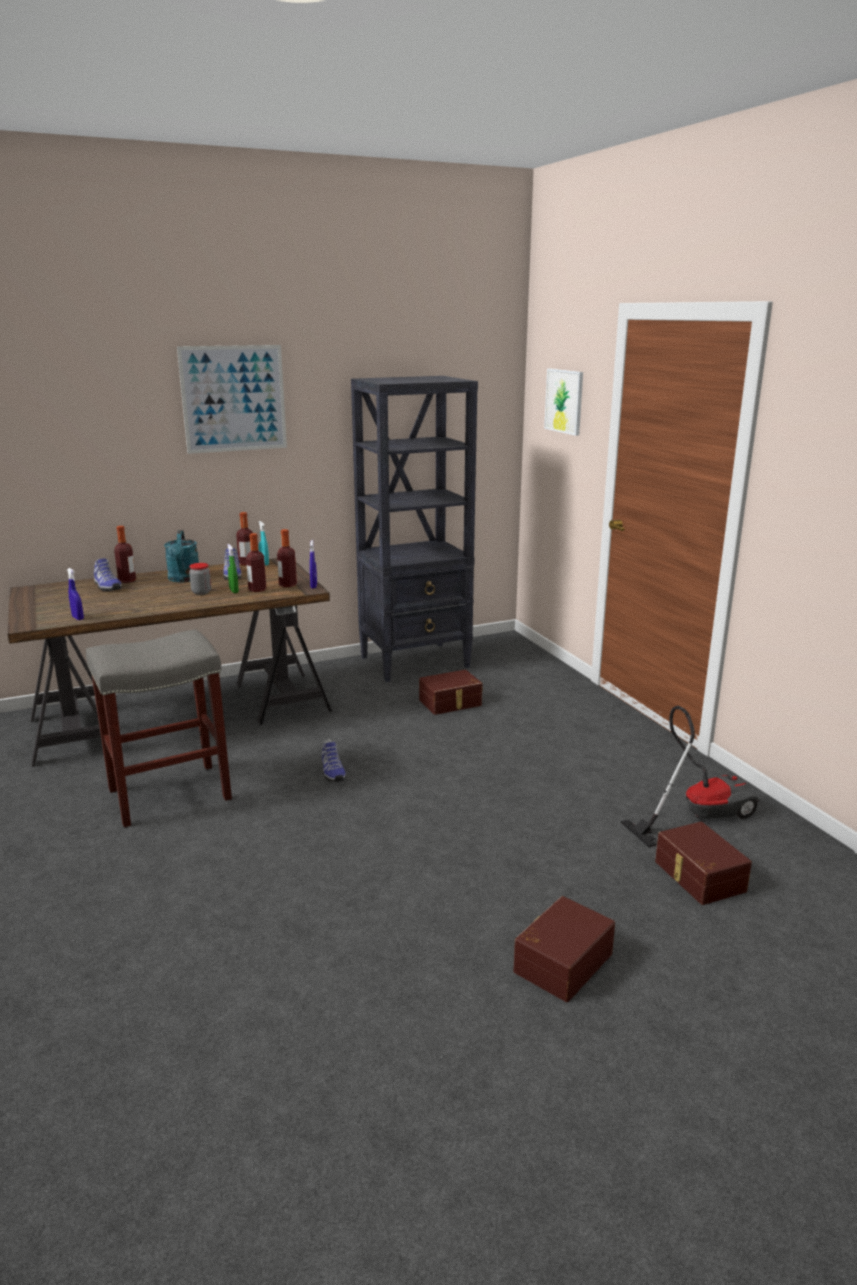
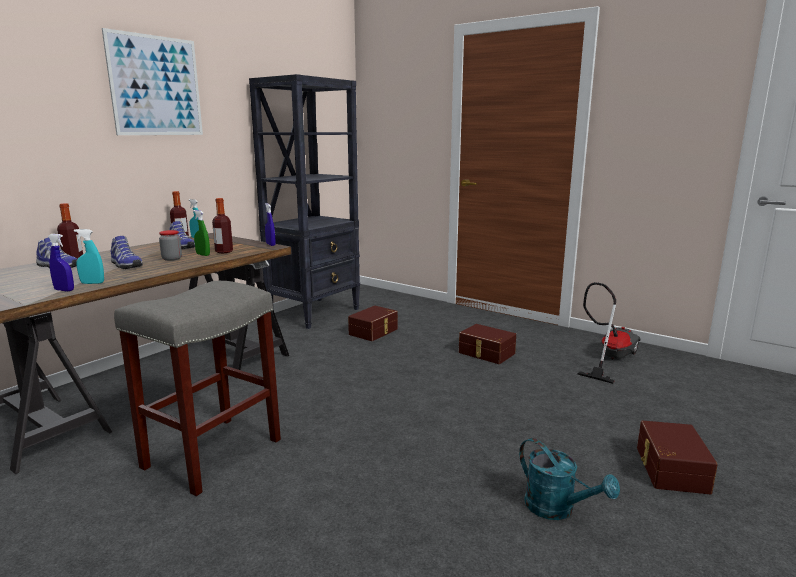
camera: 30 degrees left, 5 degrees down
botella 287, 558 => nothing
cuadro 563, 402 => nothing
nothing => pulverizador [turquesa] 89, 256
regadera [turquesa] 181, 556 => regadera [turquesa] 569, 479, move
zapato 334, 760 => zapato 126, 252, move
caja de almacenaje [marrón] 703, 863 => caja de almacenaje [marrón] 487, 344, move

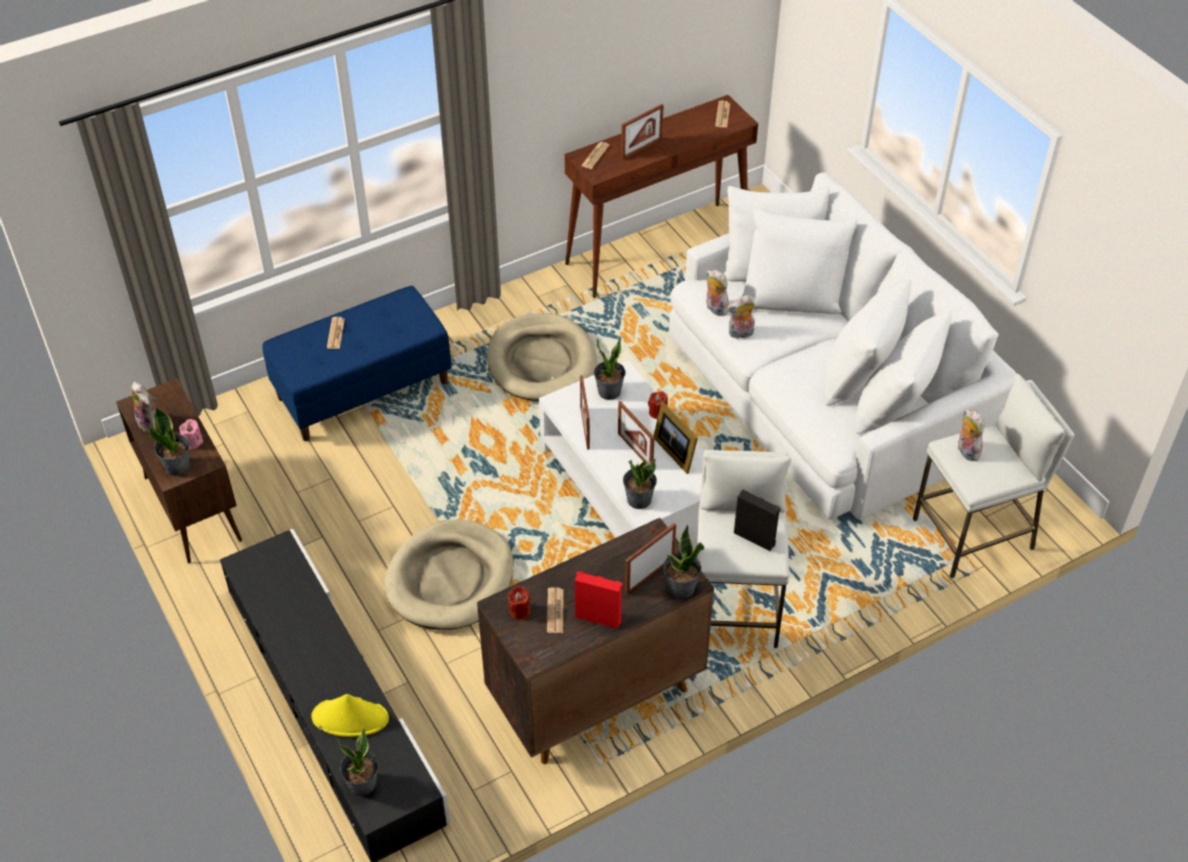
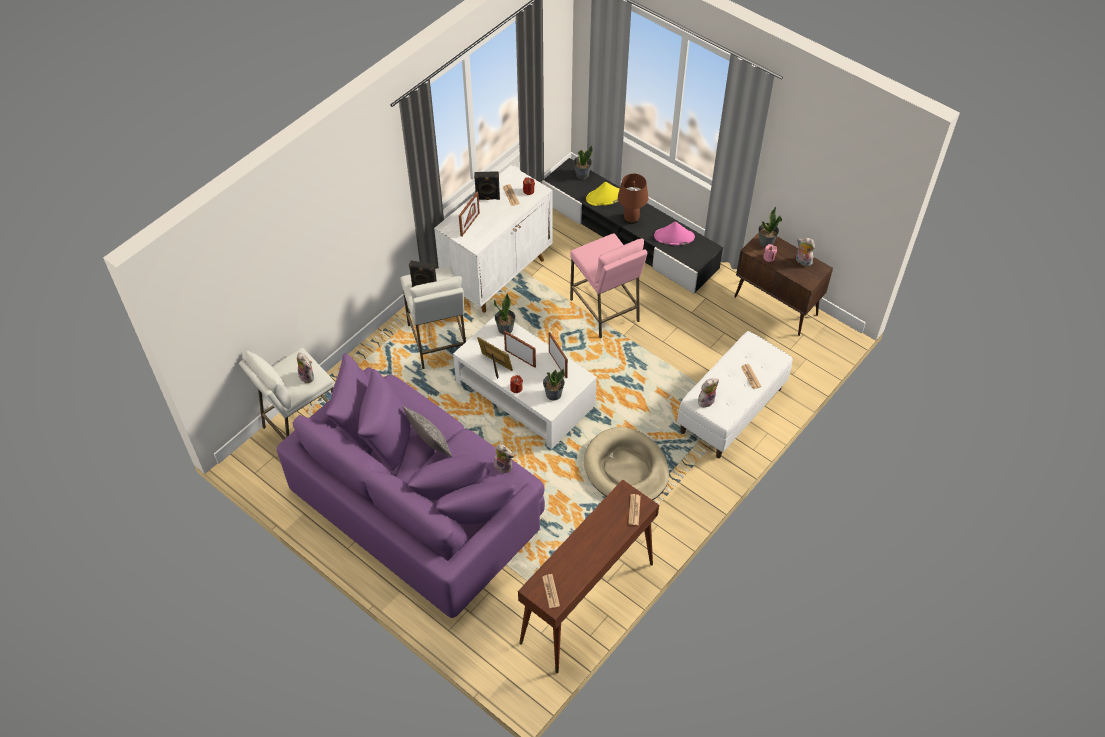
camera: 160 degrees right, 5 degrees up
portarretratos 642, 132 => nothing
planta en maceta 683, 561 => nothing
nothing => cojín 427, 431
nothing => lámpara de mesa [marrón] 633, 199
nothing => sombrero [rosa] 674, 233
peluche 741, 317 => peluche 708, 392, move
cama para perro [beis] 449, 574 => taburete [rosa] 608, 285
banco [azul] 357, 363 => banco [blanco] 735, 394
armario [marrón] 595, 641 => armario [blanco] 493, 239
altavoz [rojo] 599, 600 => altavoz [negro] 487, 185
sofá [blanco] 843, 346 => sofá [morado] 411, 485

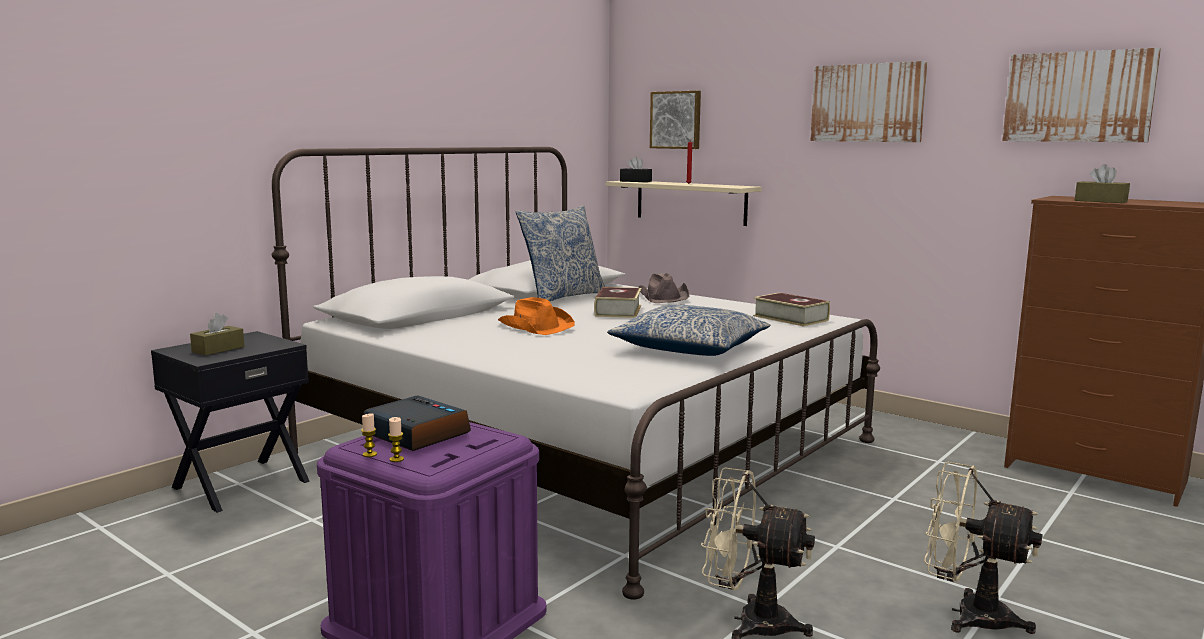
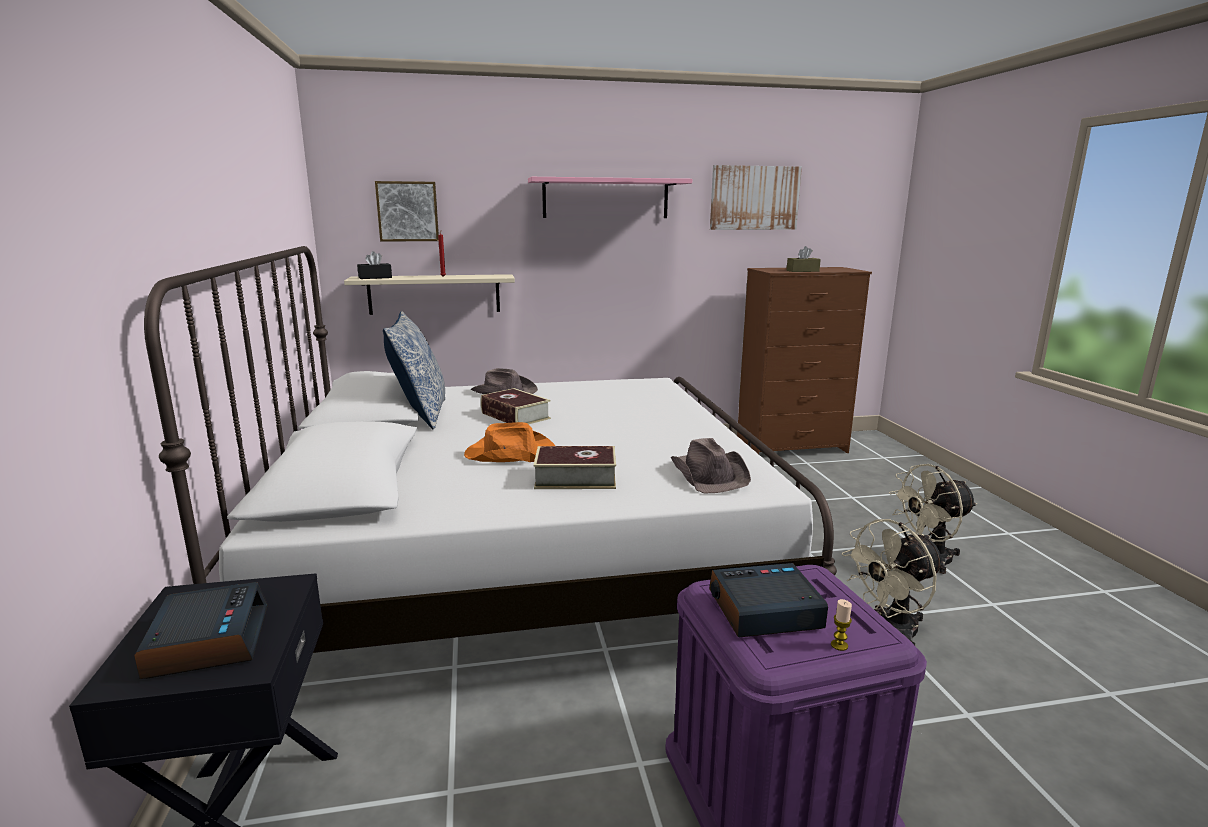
camera: 50 degrees left, 5 degrees up
vela 369, 435 => nothing
cojín 688, 330 => nothing
nothing => sombrero [marrón] 711, 465
libro 791, 309 => libro 574, 467, move
caja de pañuelos [marrón] 217, 334 => despertador 201, 630
cuadro 869, 101 => estante [rosa] 610, 197

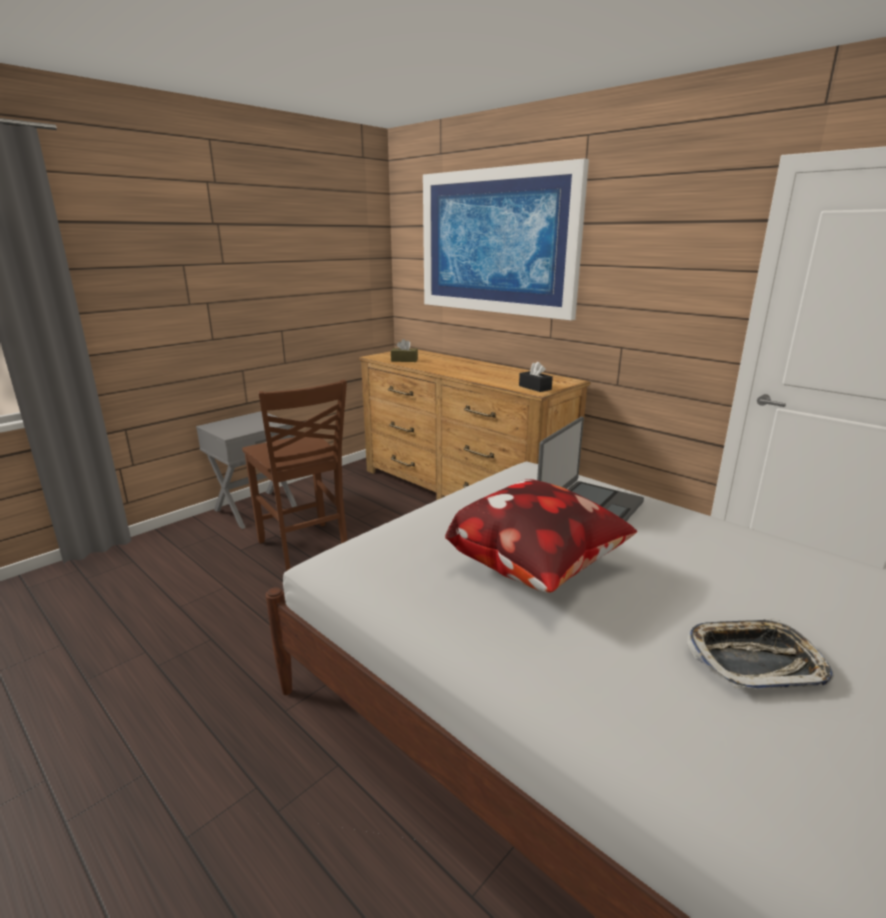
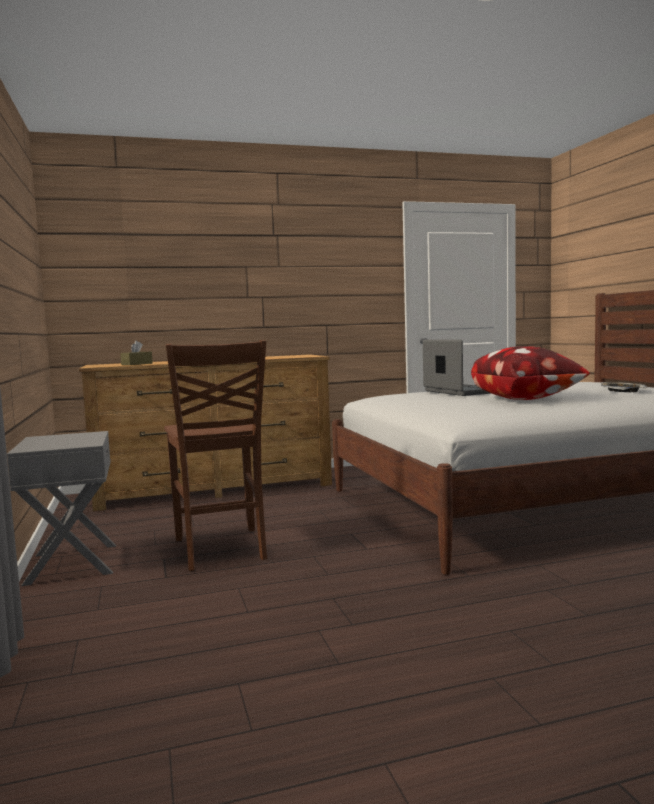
camera: 60 degrees left, 15 degrees down
cuadro 506, 239 => nothing
caja de pañuelos [negro] 536, 377 => nothing
silla [marrón] 295, 475 => silla [marrón] 215, 455, 75 degrees clockwise

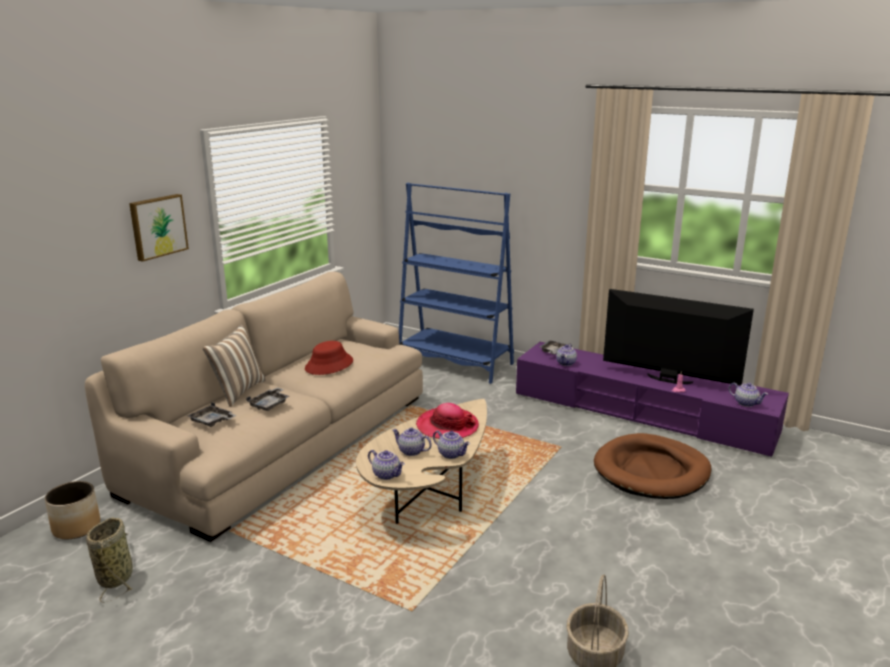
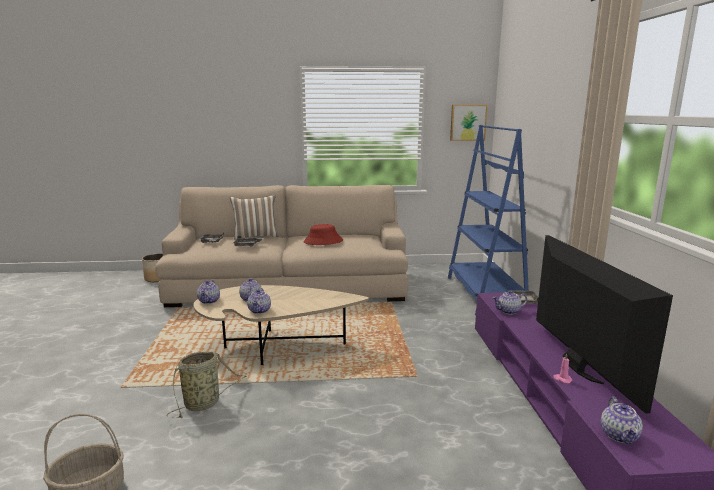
camera: 55 degrees right, 5 degrees down
sombrero 447, 421 => nothing
cama para perro [marrón] 653, 466 => nothing
cesta 109, 560 => cesta 206, 385, move
cuadro 159, 228 => cuadro 469, 123, move

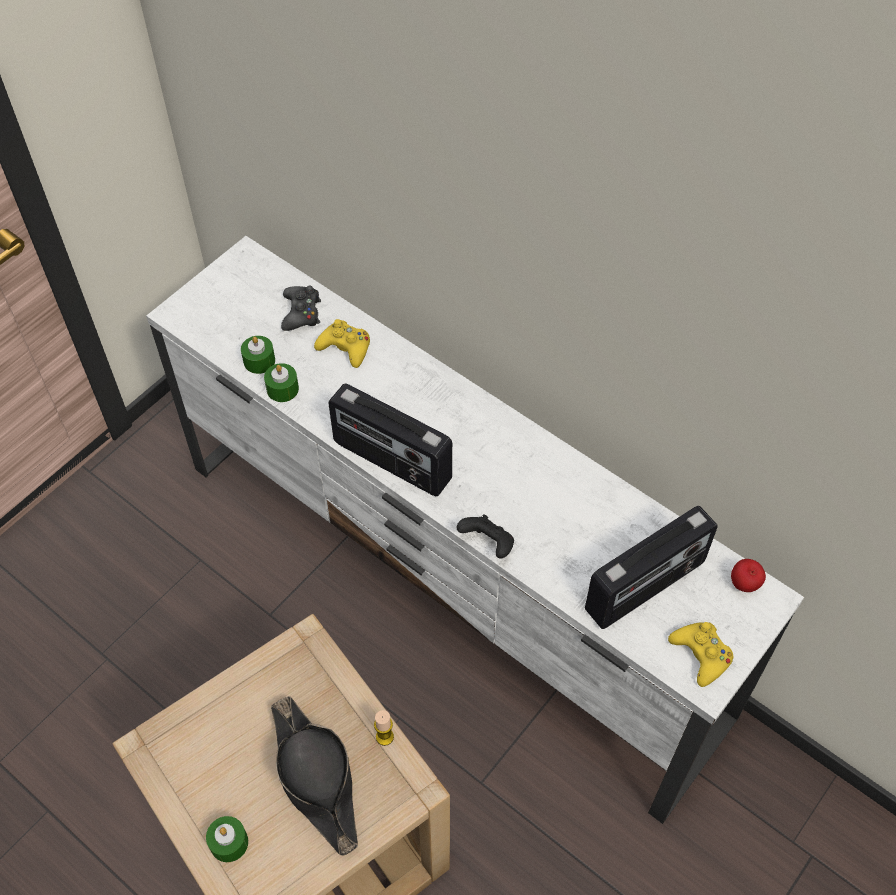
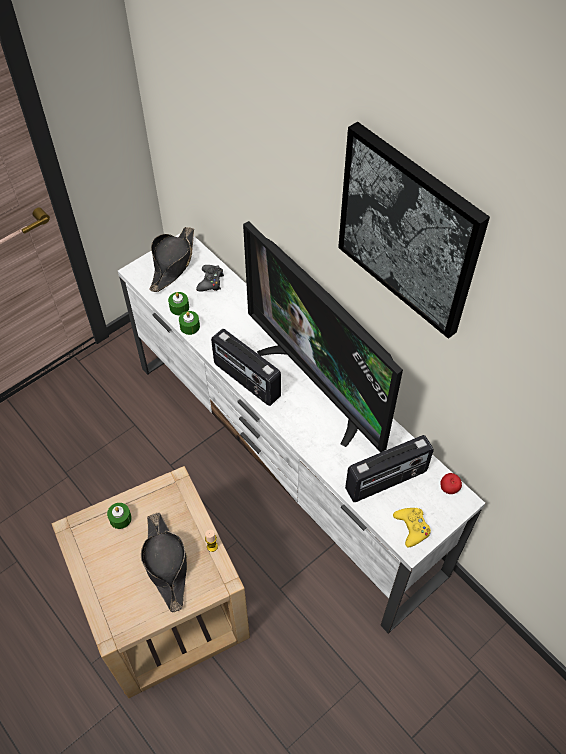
camera: 10 degrees right, 0 degrees up
mando de consola [amarillo] 342, 343 => nothing
mando de consola [negro] 485, 536 => nothing
nothing => sombrero [negro] 172, 259
nothing => televisor 323, 336
nothing => cuadro 414, 230
vela [verde] 227, 839 => vela [verde] 119, 516, move

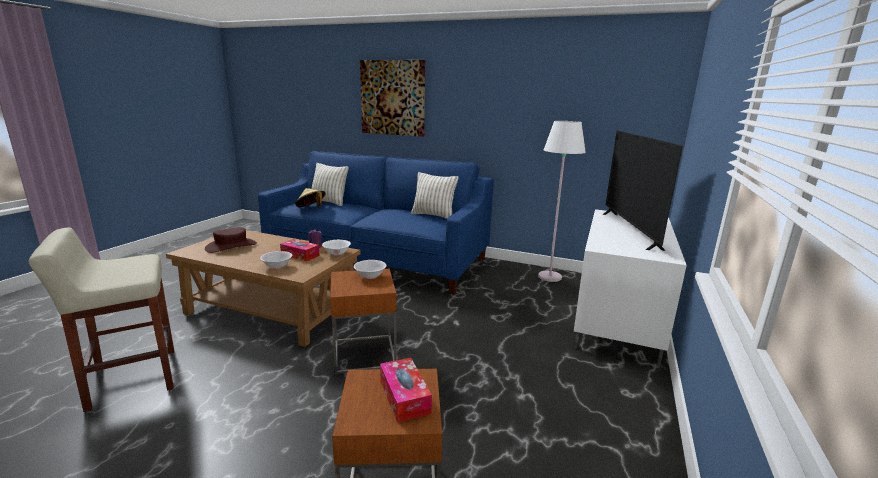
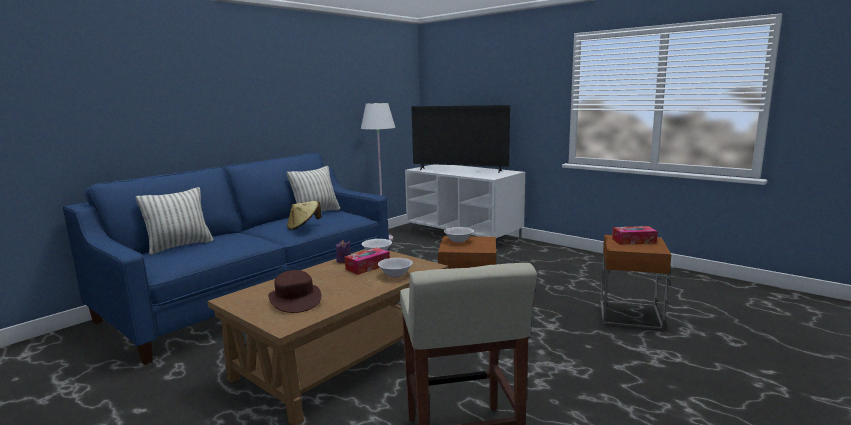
camera: 70 degrees left, 5 degrees down
cuadro 392, 98 => nothing
sombrero [beis] 310, 197 => sombrero [beis] 304, 215, move

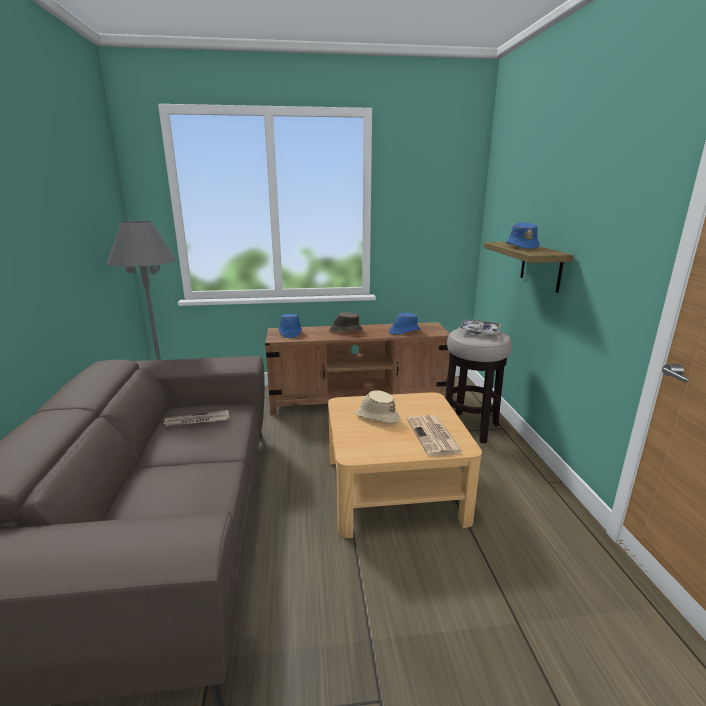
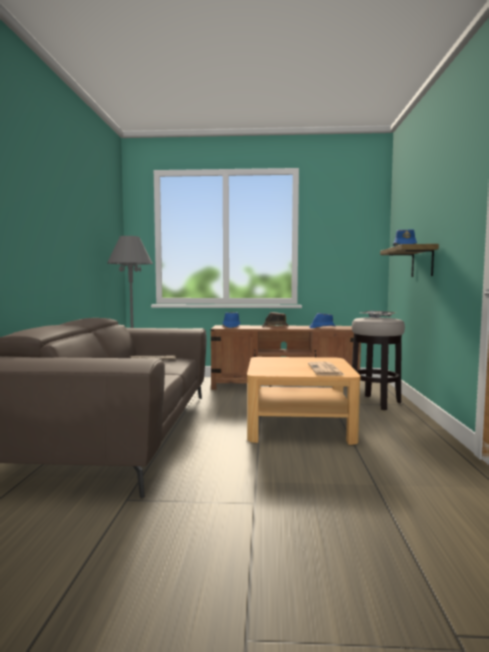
camera: 10 degrees right, 15 degrees down
sombrero [beis] 377, 406 => nothing

